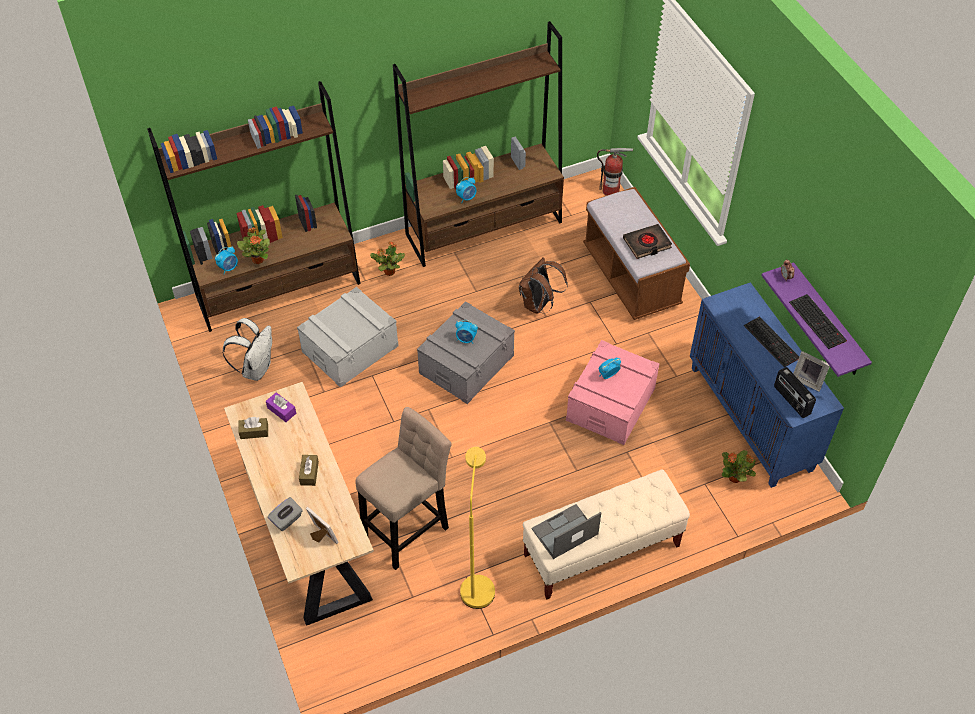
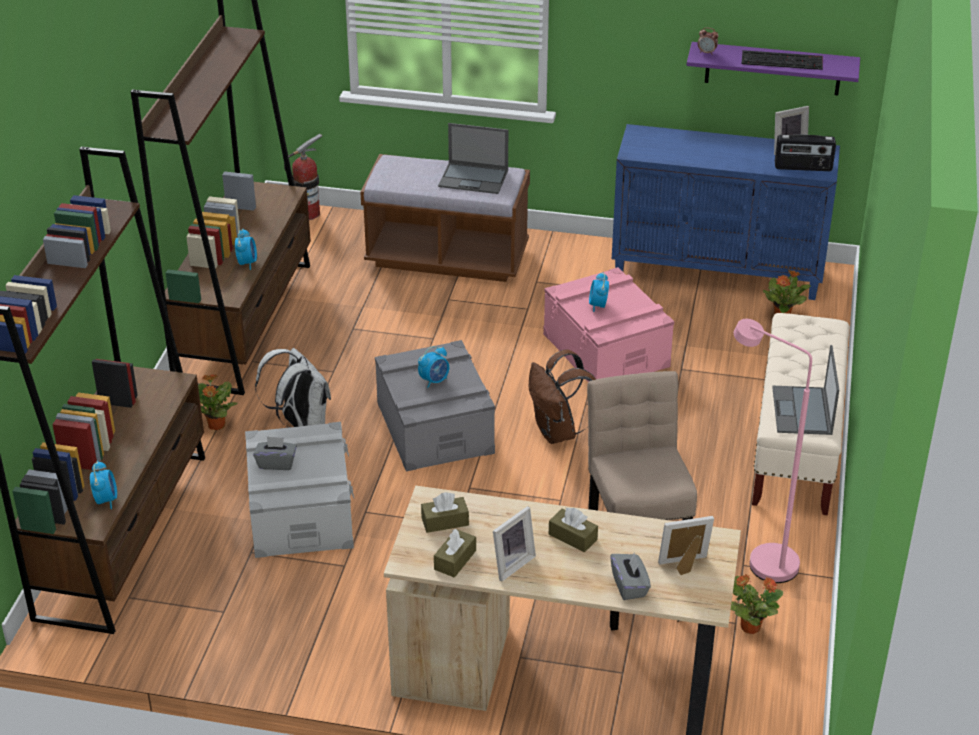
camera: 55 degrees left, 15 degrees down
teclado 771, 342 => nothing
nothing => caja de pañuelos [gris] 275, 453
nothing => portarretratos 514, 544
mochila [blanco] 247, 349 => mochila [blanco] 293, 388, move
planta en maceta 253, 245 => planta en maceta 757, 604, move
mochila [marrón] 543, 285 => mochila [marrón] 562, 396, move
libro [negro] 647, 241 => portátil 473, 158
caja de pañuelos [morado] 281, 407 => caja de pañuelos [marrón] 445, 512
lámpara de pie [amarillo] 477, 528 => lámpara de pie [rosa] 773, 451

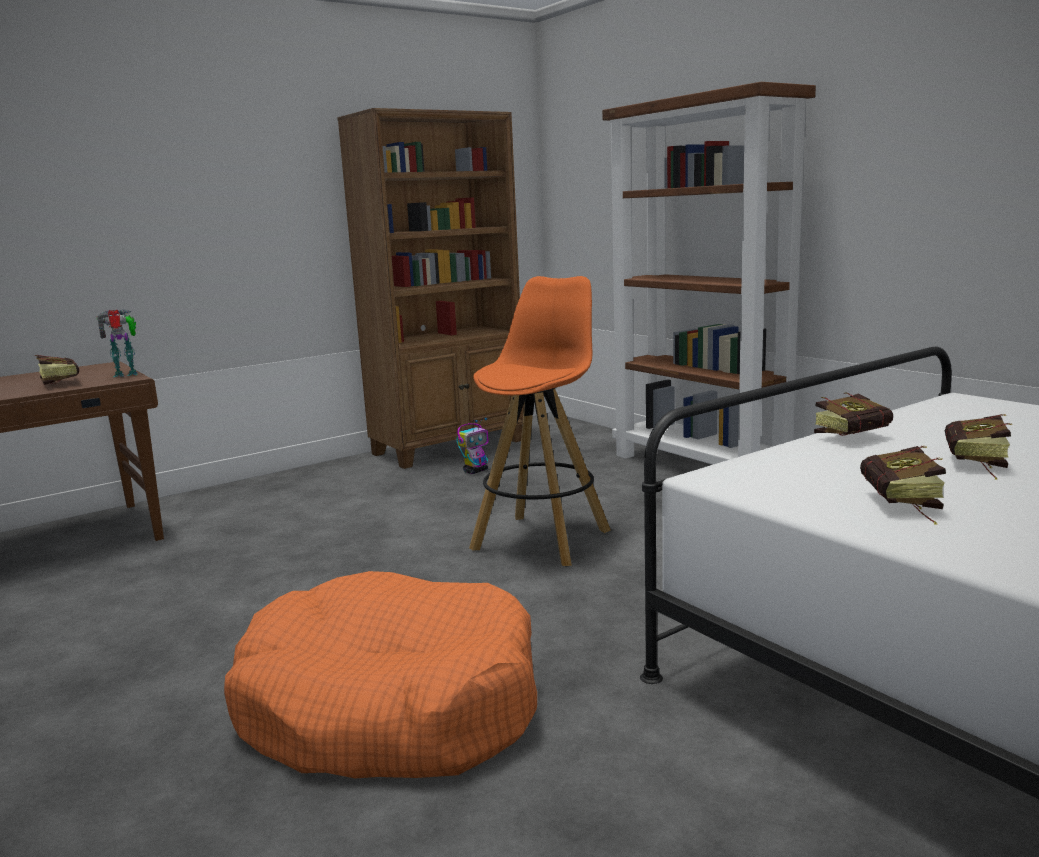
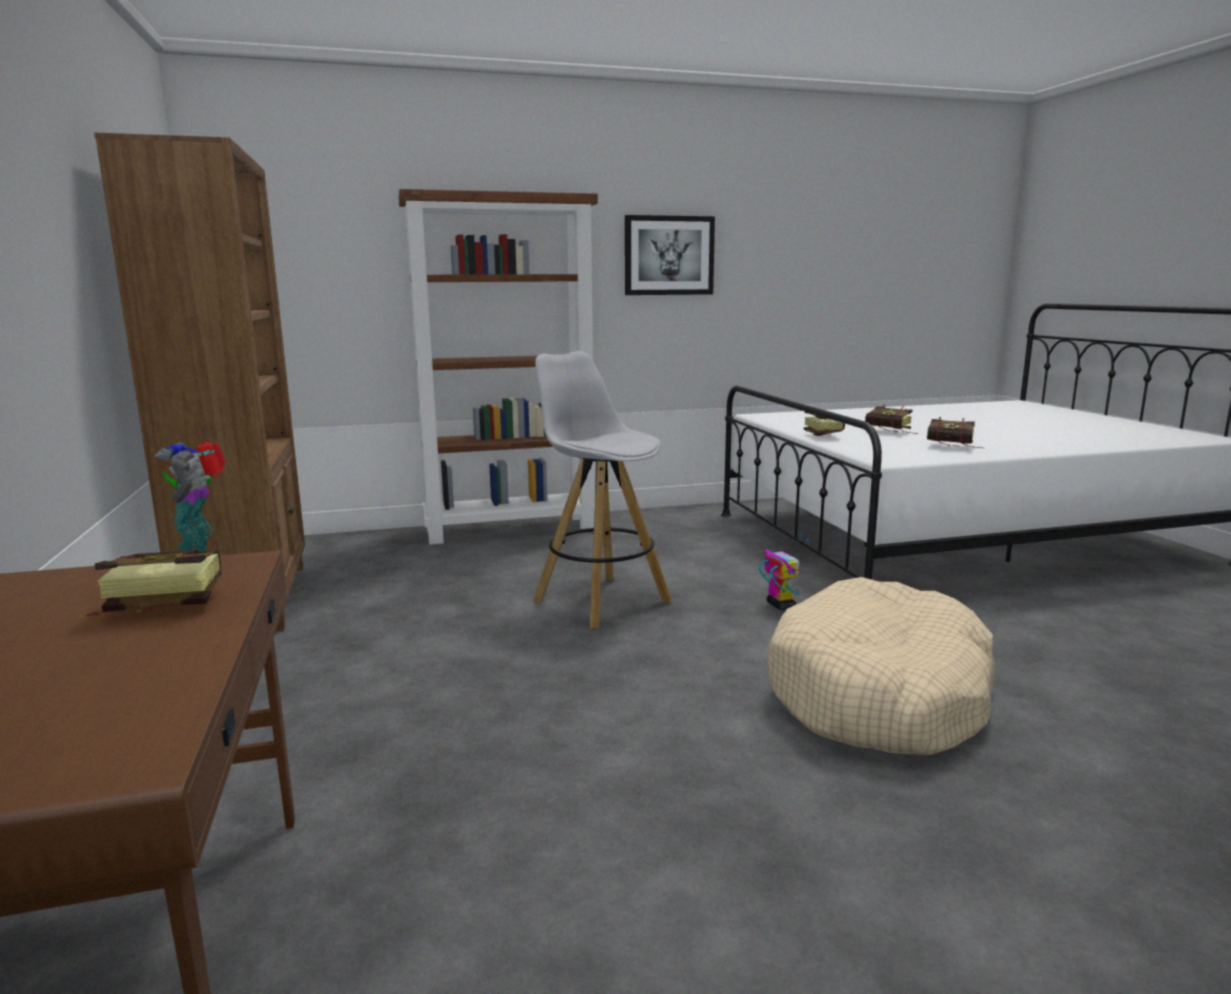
camera: 70 degrees left, 0 degrees up
nothing => cuadro 670, 255
robot de juguete 473, 446 => robot de juguete 784, 572, move
cama para perro [naranja] 380, 674 => cama para perro [beis] 881, 666
taburete [naranja] 540, 421 => taburete [blanco] 602, 490

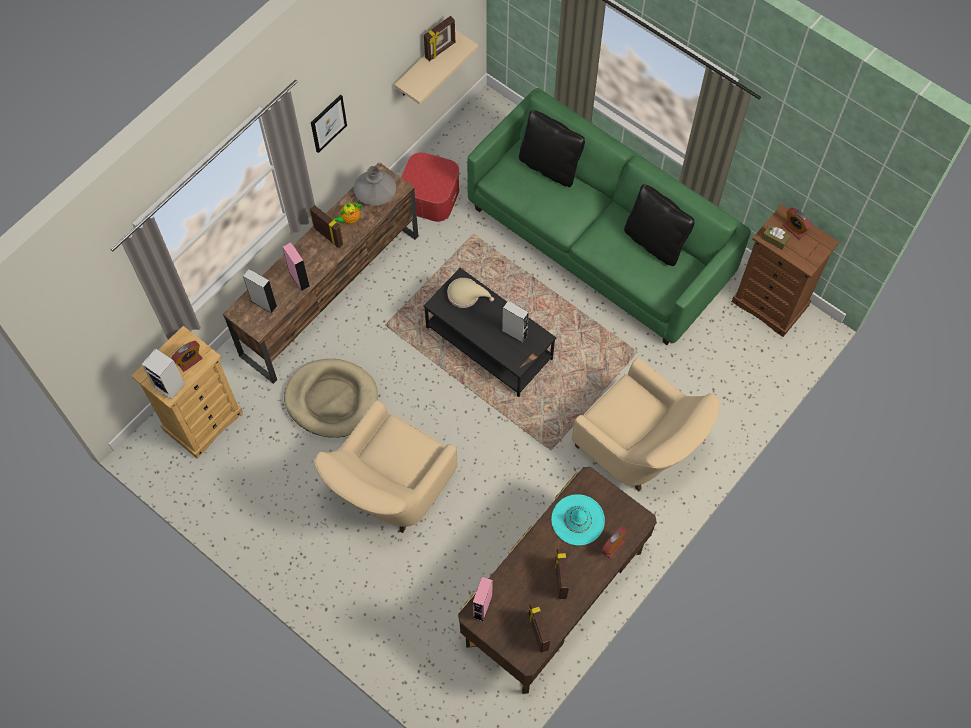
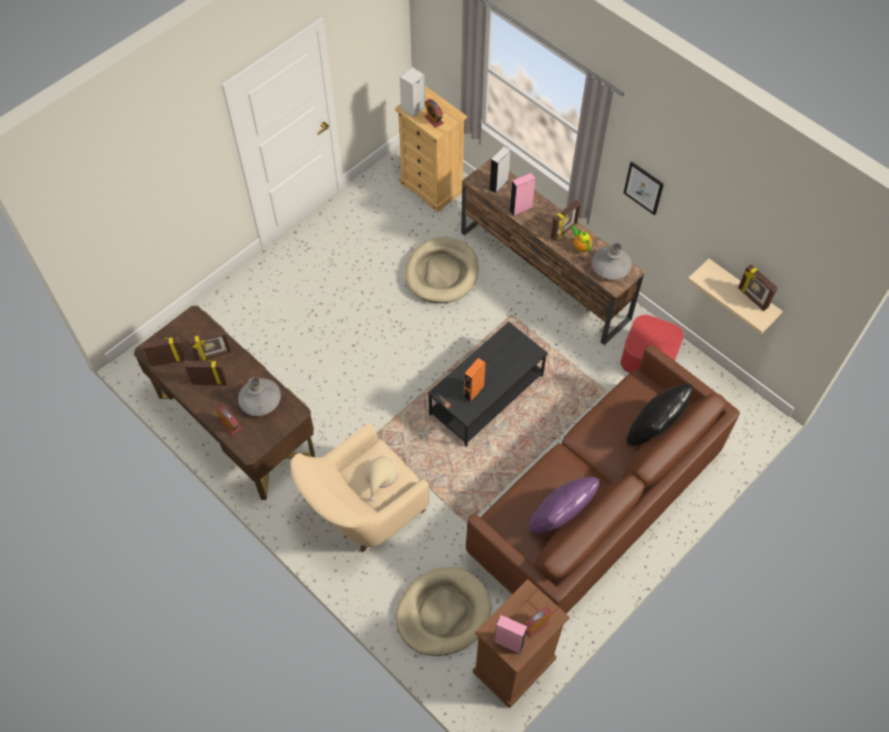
camera: 95 degrees right, 5 degrees down
sillón [beis] 385, 466 => nothing
caja de pañuelos [marrón] 775, 237 => nothing
nothing => portarretratos 210, 345
nothing => cama para perro [beis] 443, 611
sombrero [beis] 470, 293 => sombrero [beis] 382, 478, move
altavoz [rosa] 483, 598 => altavoz [rosa] 510, 634, move
sombrero [turquesa] 578, 519 => florero [gris] 259, 396
sofá [verde] 609, 216 => sofá [marrón] 603, 479
altavoz [gris] 515, 322 => altavoz [naranja] 474, 380
cojín [negro] 659, 225 => cojín [morado] 563, 505

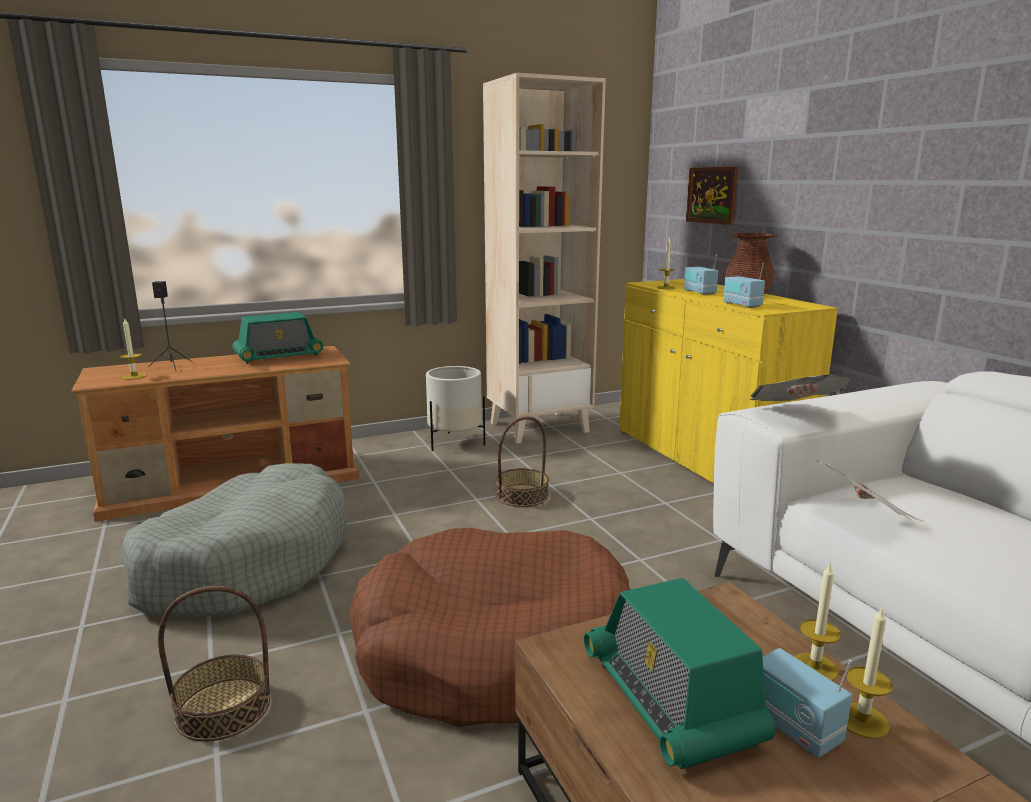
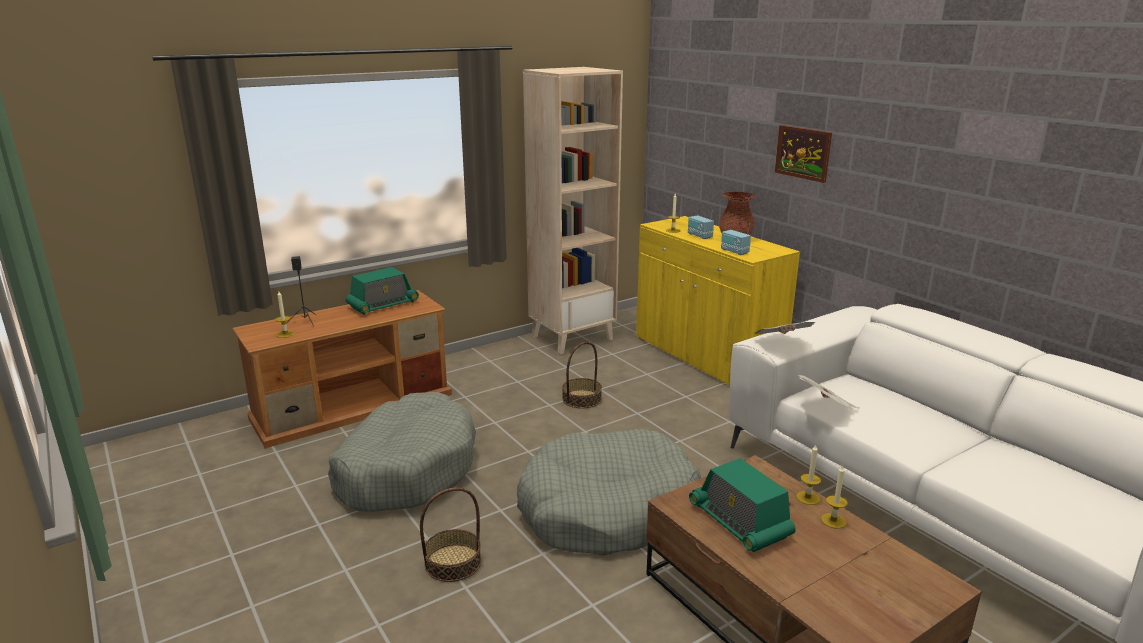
camera: 10 degrees left, 5 degrees up
maceta [blanco] 455, 408 => nothing
radio 807, 703 => nothing
cuadro 712, 196 => cuadro 803, 154, move
cama para perro [marrón] 490, 627 => cama para perro [gris] 609, 492

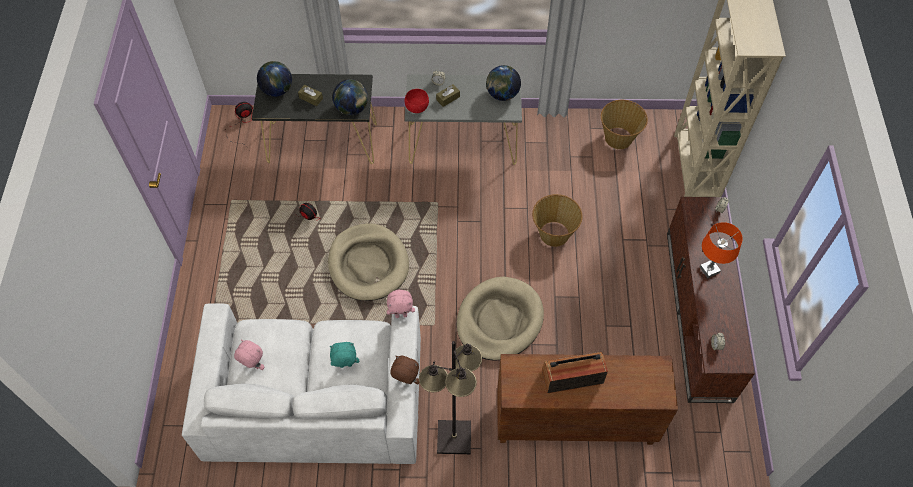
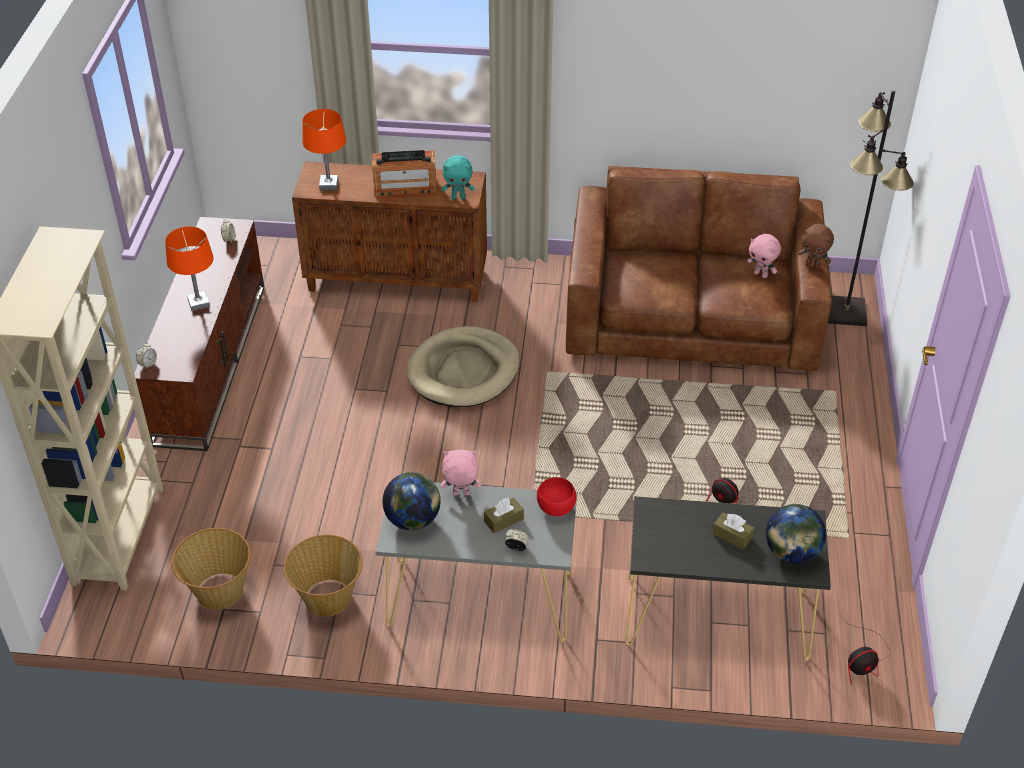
camera: 175 degrees left, 15 degrees down
cama para perro [beis] 368, 262 => nothing
globo terráqueo 350, 97 => nothing
nothing => lámpara de mesa [naranja] 324, 149
peluche [turquesa] 344, 355 => peluche [turquesa] 458, 177, move
peluche [rosa] 401, 304 => peluche [rosa] 461, 472, move
peluche [marrón] 404, 370 => peluche [marrón] 816, 246, move
lámpara de pie [negro] 450, 397 => lámpara de pie [negro] 871, 208, move
cesta 557, 220 => cesta 323, 575, move
sofá [blanco] 301, 383 => sofá [marrón] 699, 268

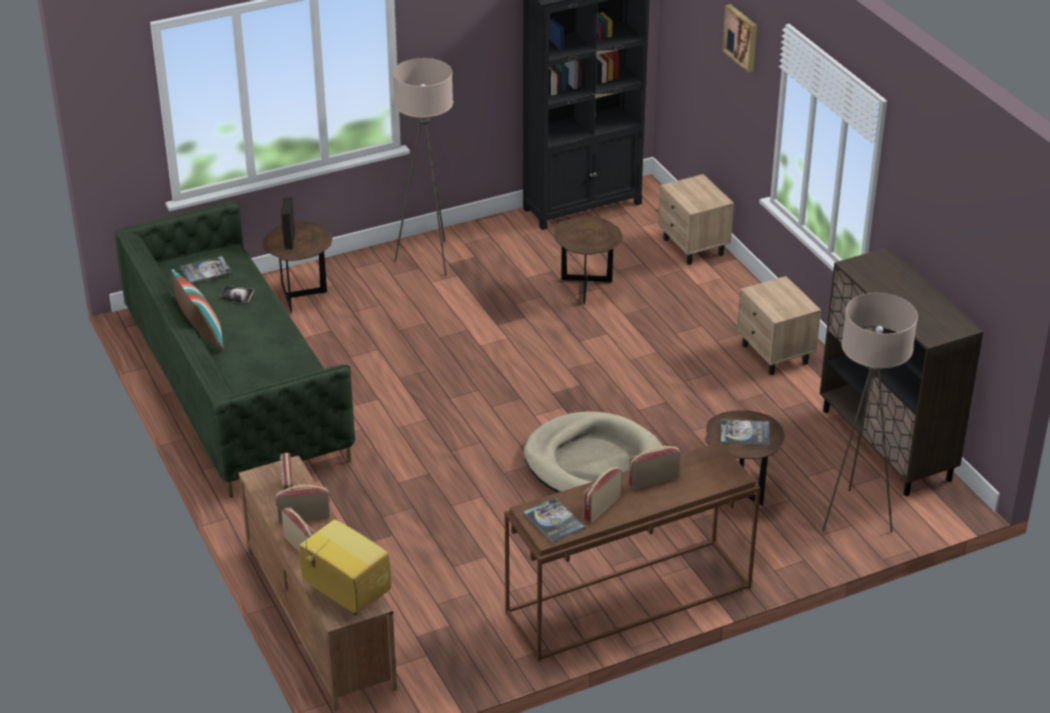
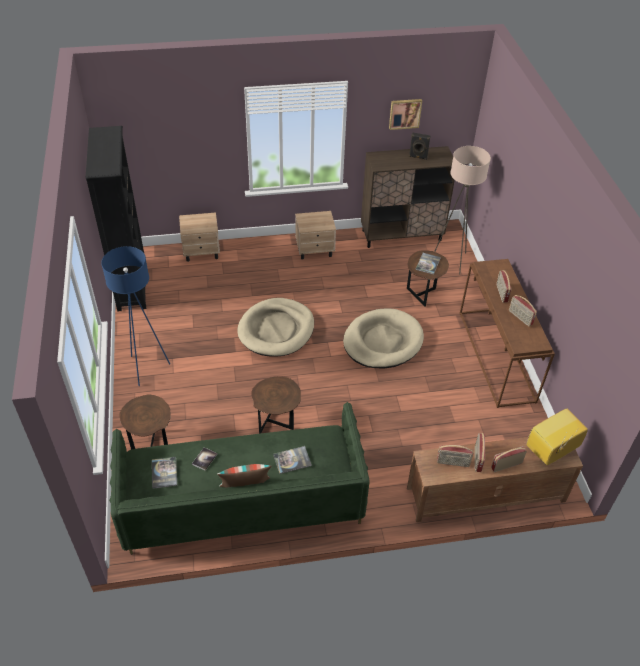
camera: 75 degrees left, 10 degrees up
nothing => cama para perro [beis] 275, 327
altavoz [negro] 288, 223 => altavoz [negro] 419, 146, move
libro 554, 520 => libro 292, 460, move
mesa auxiliar [marrón] 588, 259 => mesa auxiliar [marrón] 276, 405, move
cuadro 739, 38 => cuadro 405, 114, move
lámpara de pie [beis] 423, 167 => lámpara de pie [azul] 135, 316

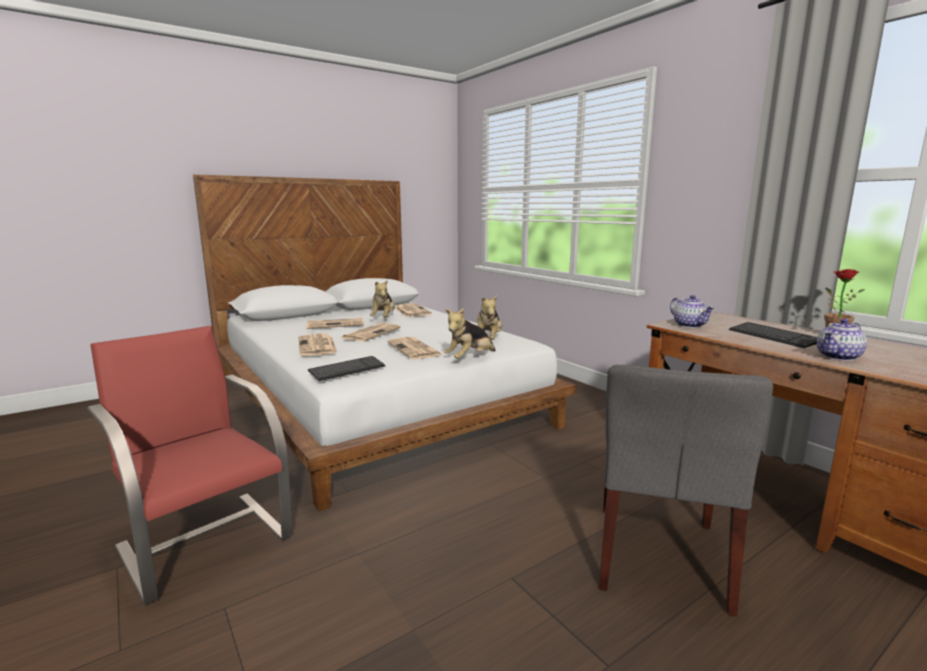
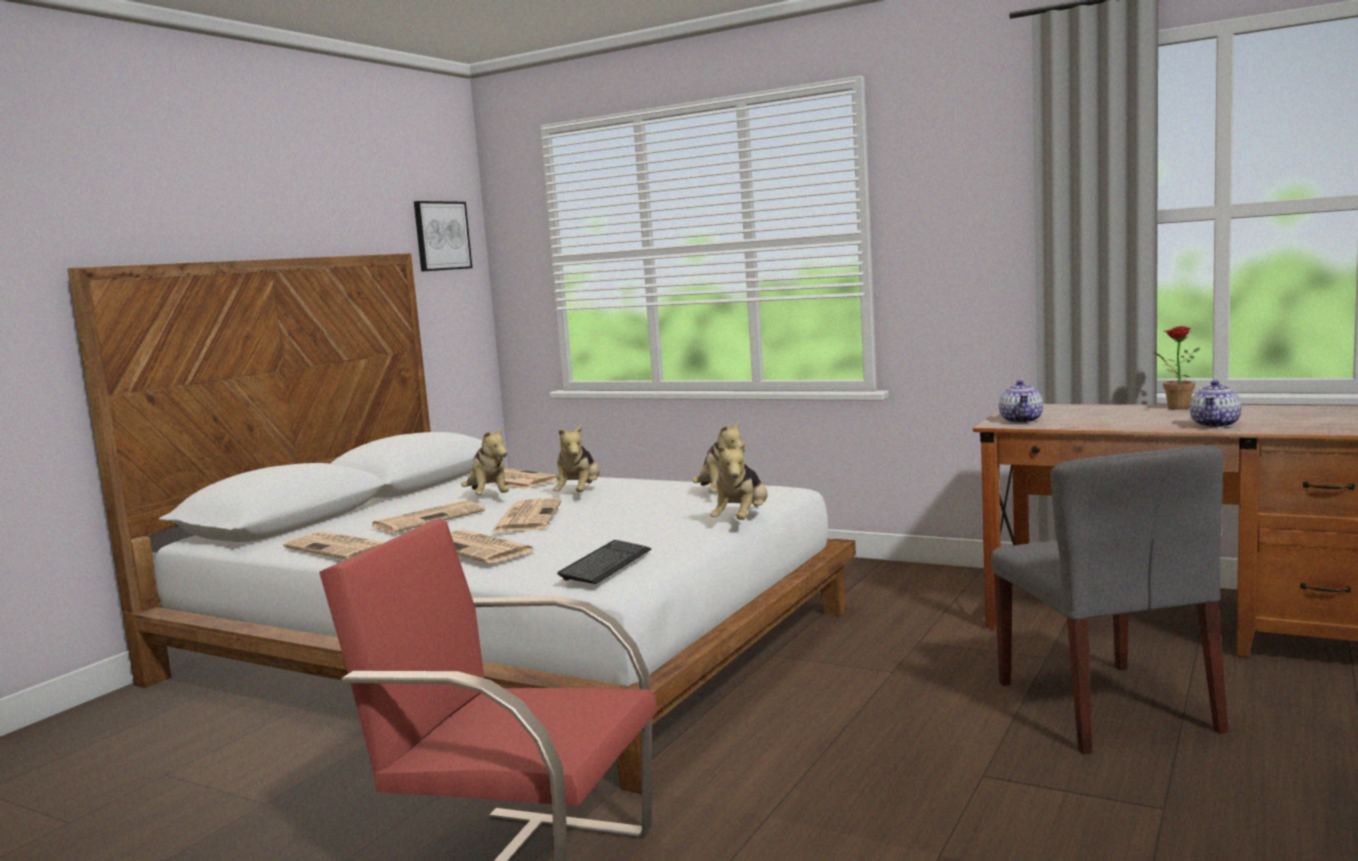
camera: 25 degrees left, 5 degrees down
teclado 773, 335 => nothing
nothing => cuadro 443, 236
nothing => peluche 576, 458
periódico 414, 348 => periódico 334, 545, move
tetera 692, 311 => tetera 1021, 401, 60 degrees clockwise

